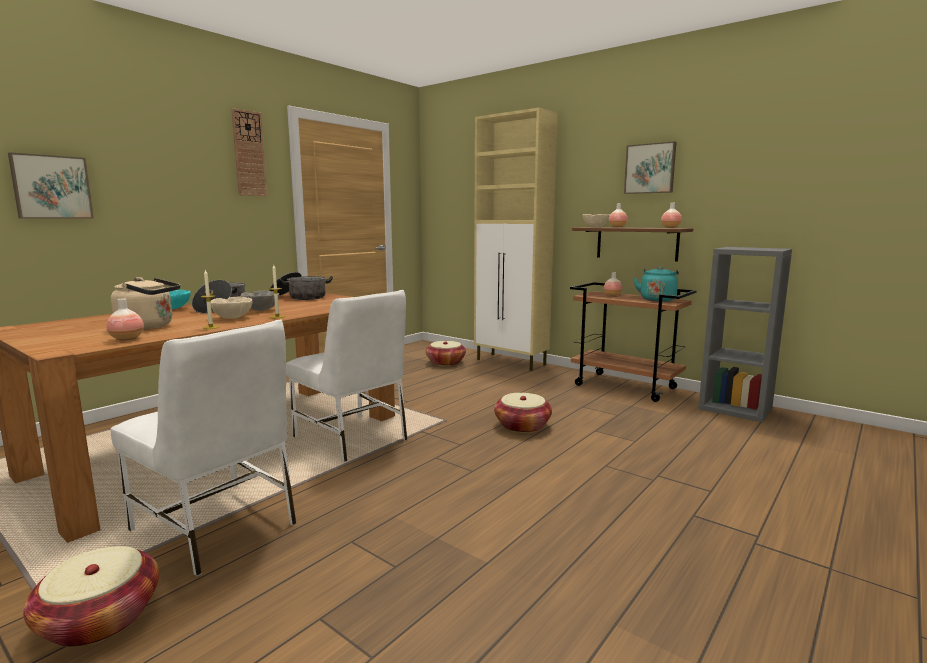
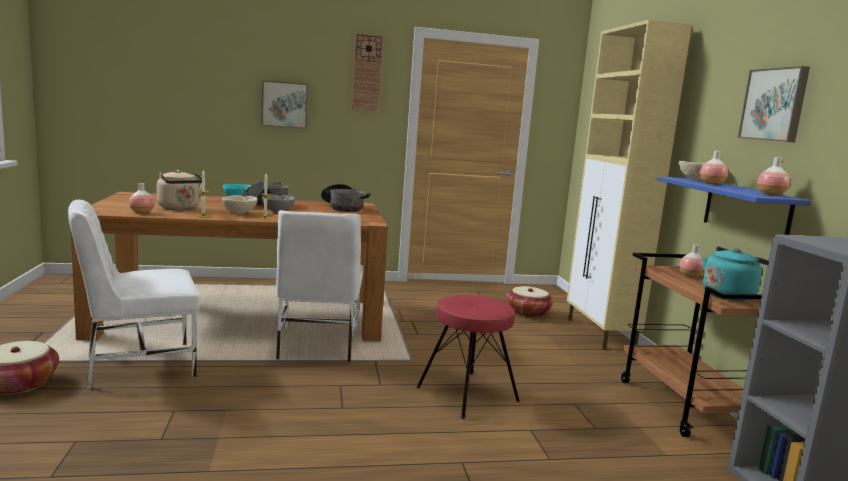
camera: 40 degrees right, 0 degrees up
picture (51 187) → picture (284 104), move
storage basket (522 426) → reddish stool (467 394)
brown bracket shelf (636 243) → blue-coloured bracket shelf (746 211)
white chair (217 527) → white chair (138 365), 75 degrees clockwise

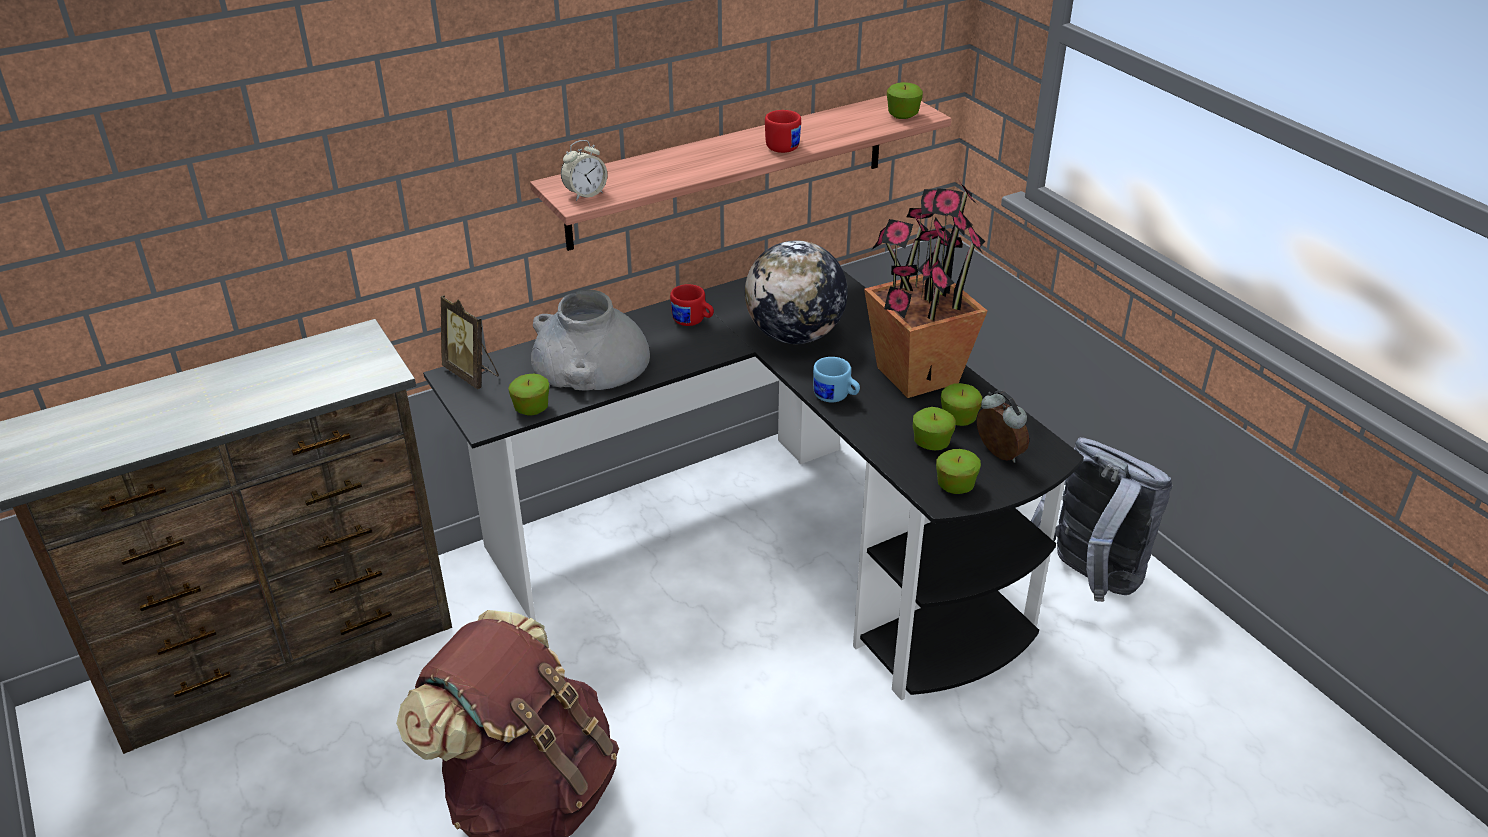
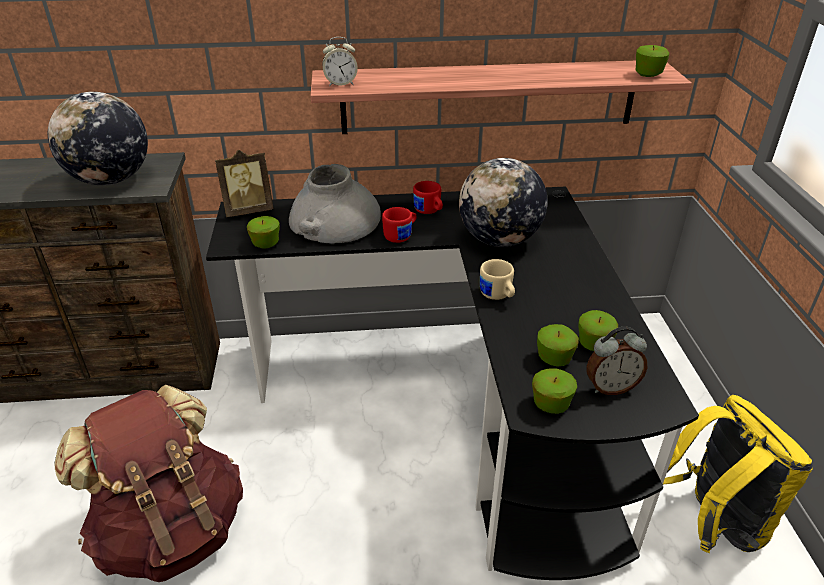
camera: 25 degrees right, 0 degrees up
plant in a pot (916 374) → -
- → globe (111 180)
reddish coffee mug (785 146) → reddish coffee mug (401 236), move
blue-coloured coffee mug (835 397) → sand-coloured coffee mug (497 296)
grey rucksack (1086 580) → yellowish rucksack (712 523)
photo frame (472 374) → photo frame (248 210), 90 degrees counterclockwise
alarm clock (997 455) → alarm clock (610 387), 90 degrees clockwise

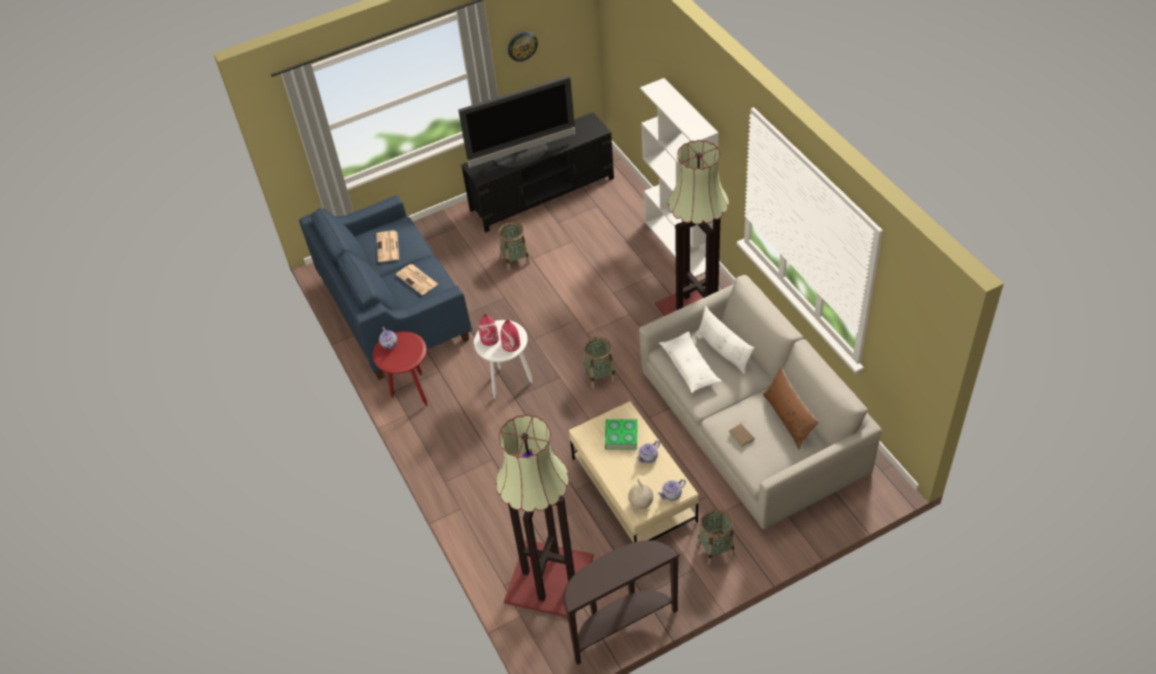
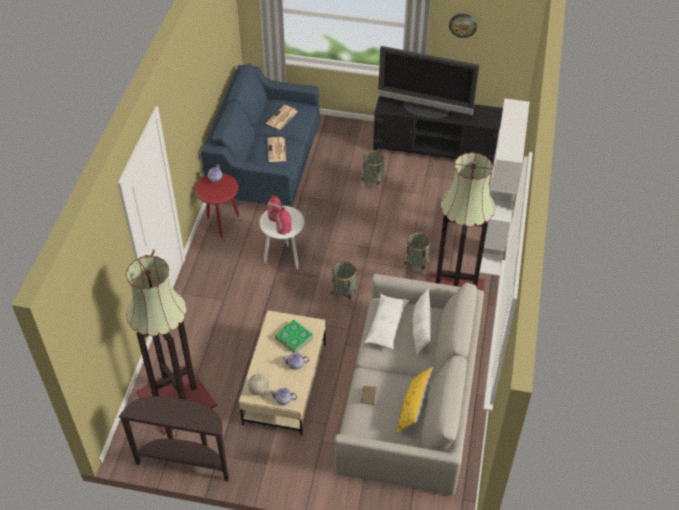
camera: 35 degrees right, 0 degrees up
storage basket (715 549) → storage basket (416 265), move
brown throw pillow (788 418) → yellowish throw pillow (413 408)

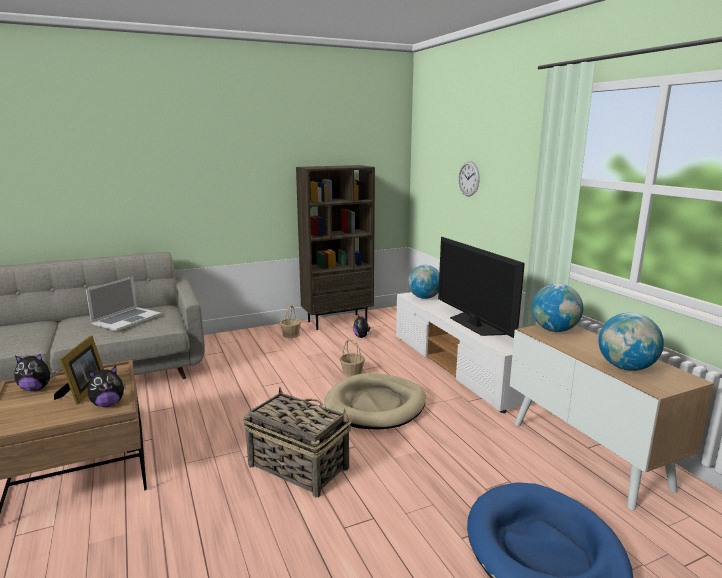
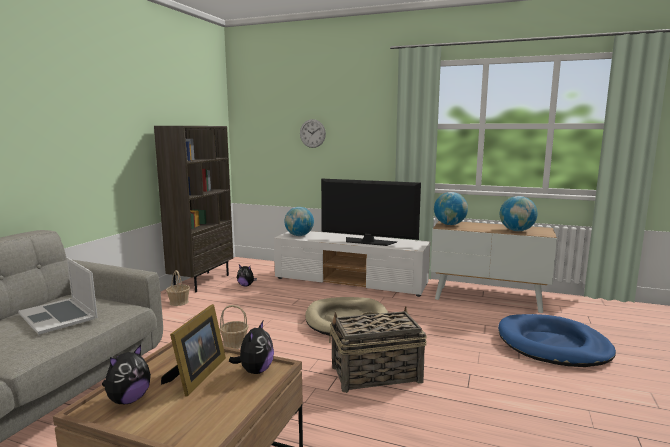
camera: 45 degrees left, 5 degrees down
storage basket (352 373) → storage basket (234 344), move
photo frame (83 391) → photo frame (196 376), 60 degrees clockwise
laptop (126 319) → laptop (58 315), 150 degrees clockwise

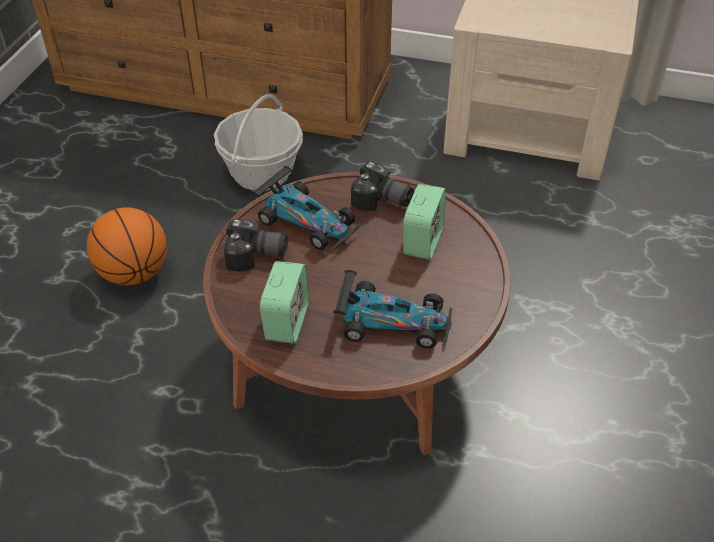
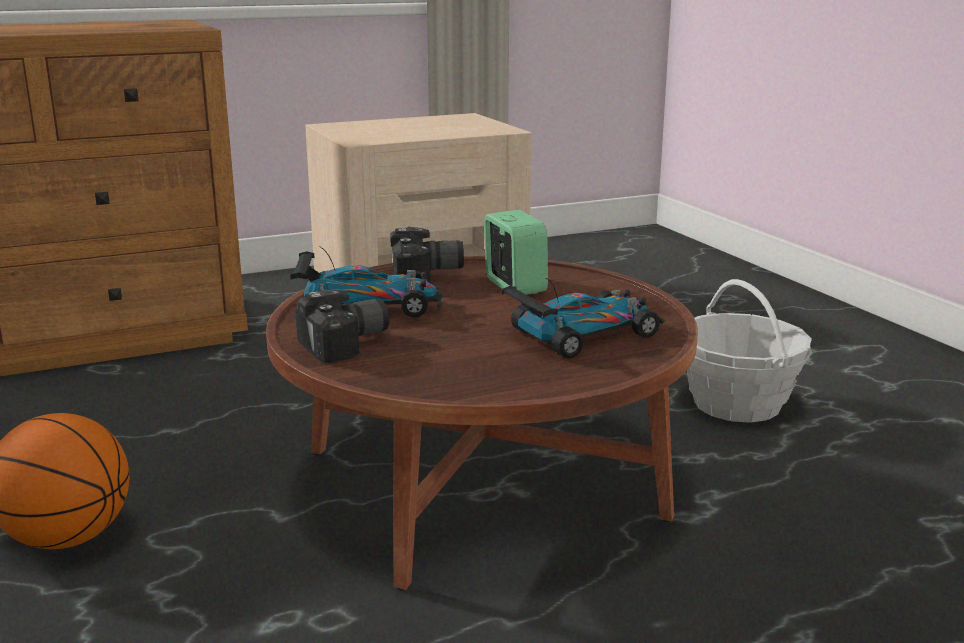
camera: 40 degrees left, 25 degrees down
alarm clock (287 322) → -
storage basket (261 173) → storage basket (737 404), move

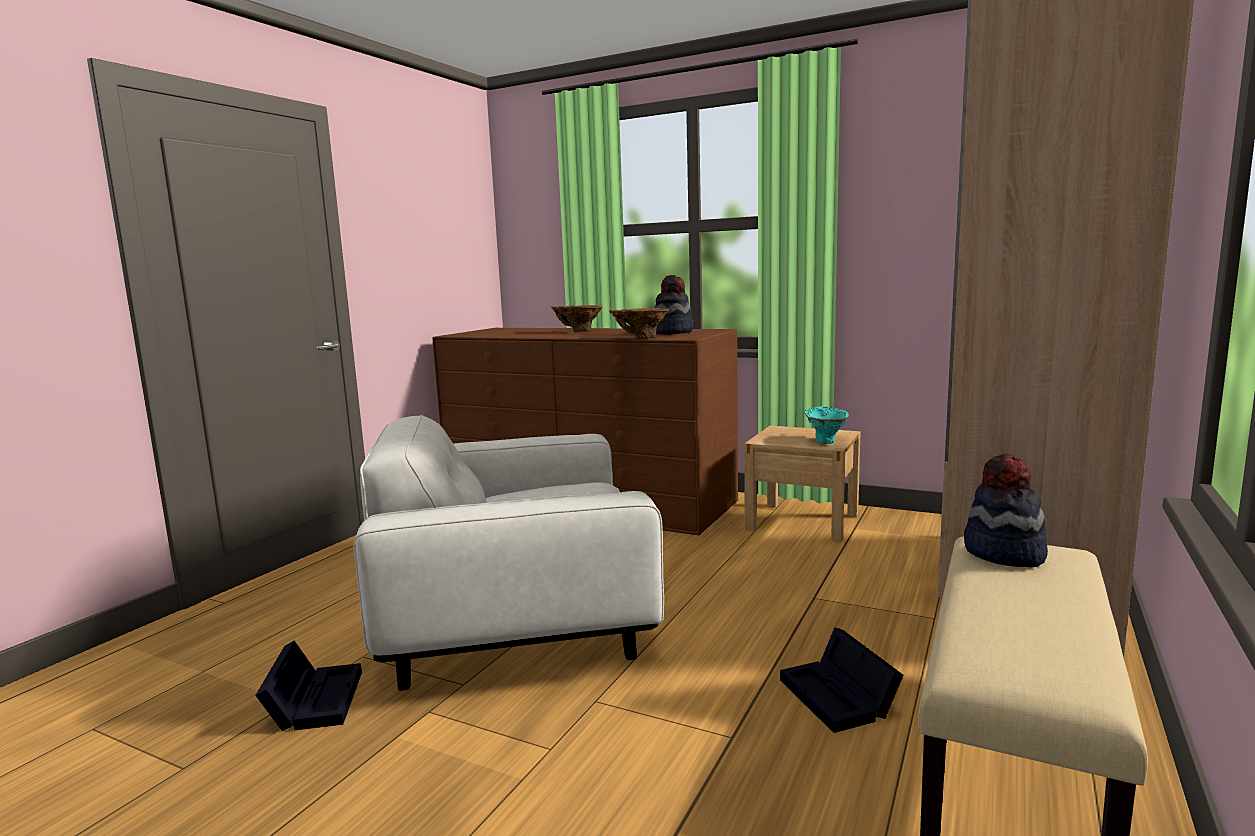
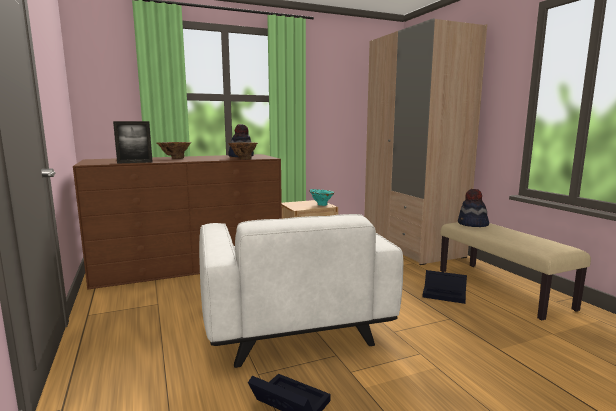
camera: 50 degrees left, 0 degrees up
- → photo frame (135 162)
white armchair (516 620) → white armchair (291 322), 45 degrees counterclockwise

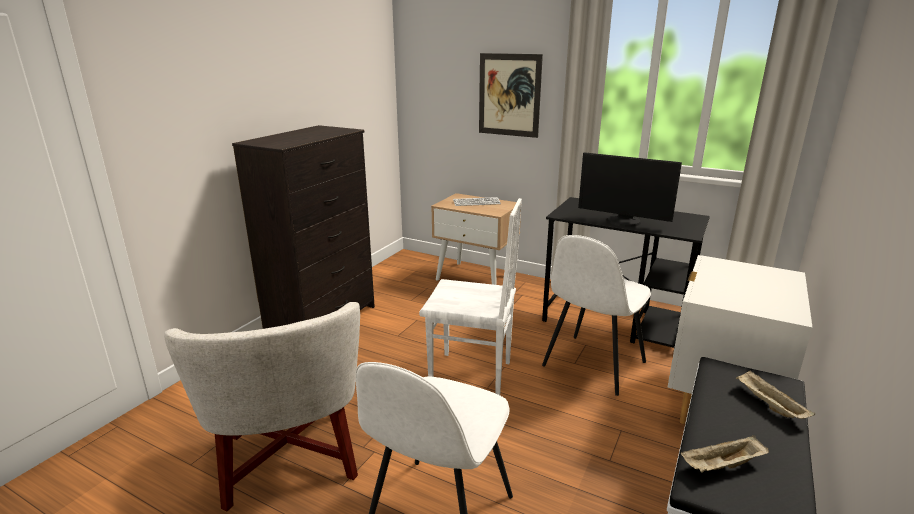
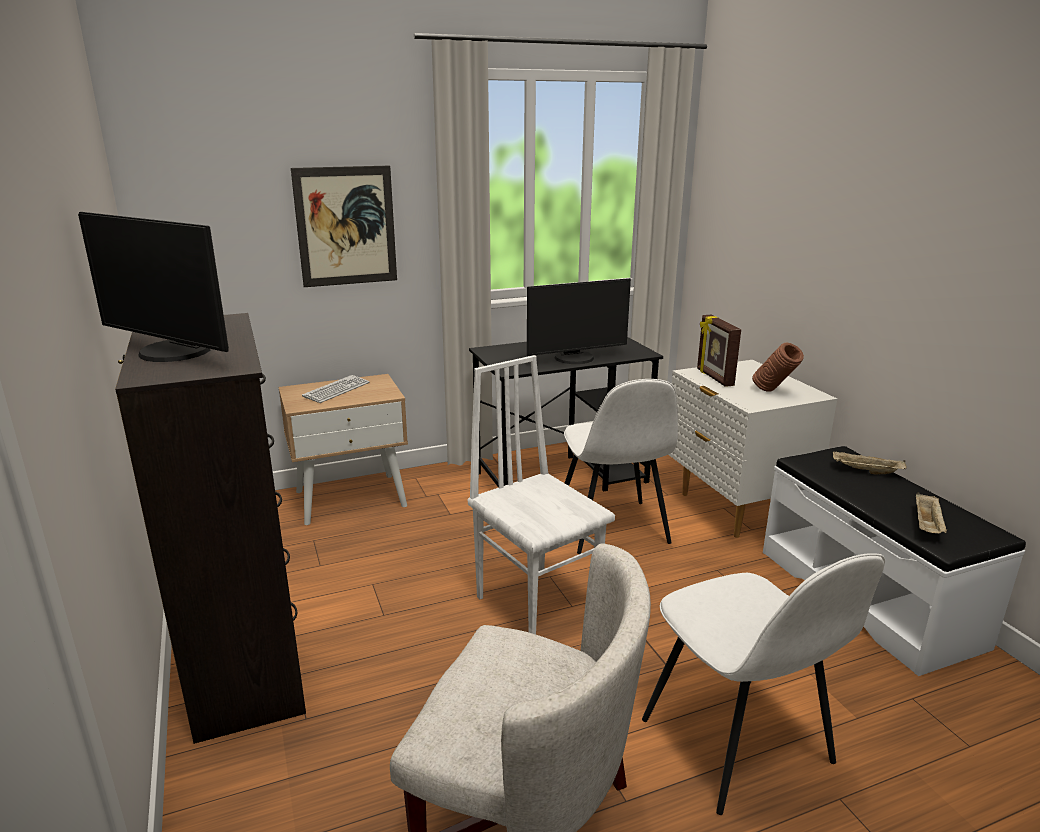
camera: 50 degrees left, 0 degrees up
- → monitor (172 353)
- → photo frame (714 377)
- → brown flower vase (774 392)
white chair (471 375) → white chair (538 604), 90 degrees counterclockwise

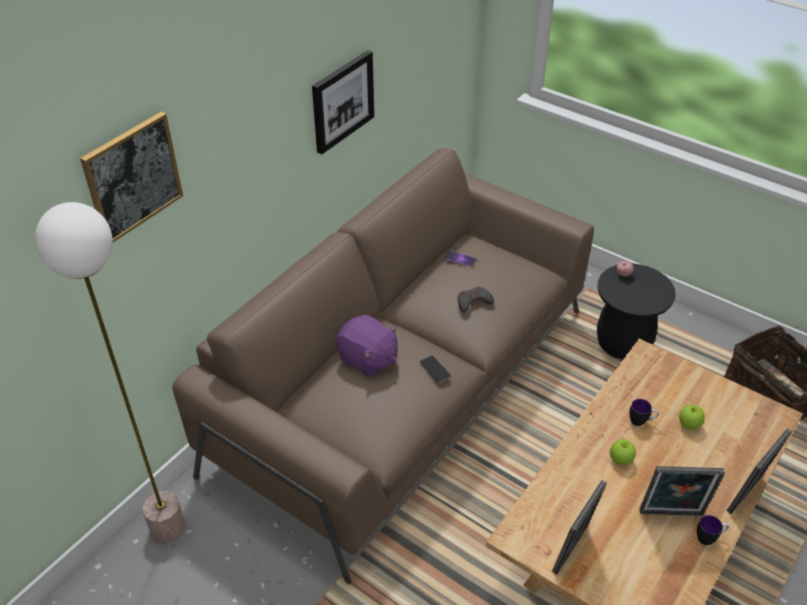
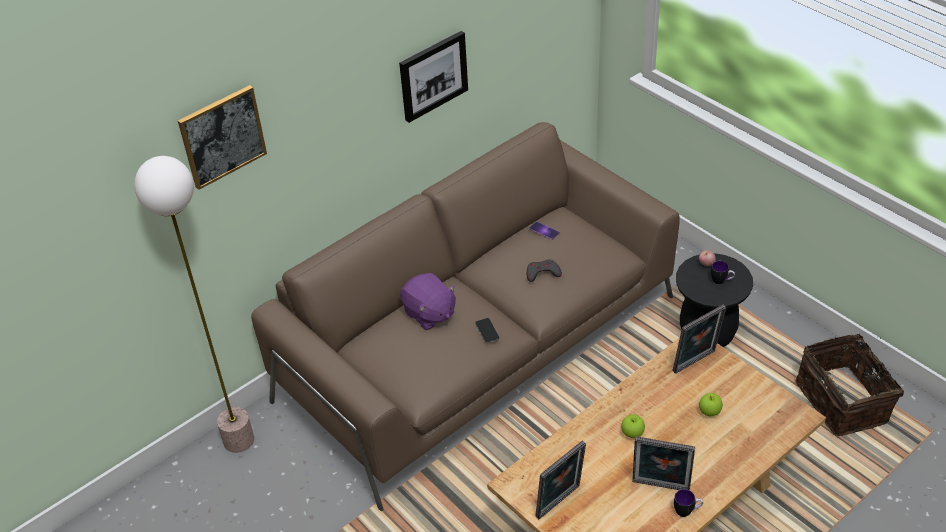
camera: 15 degrees right, 0 degrees up
coffee mug (641 422) → coffee mug (721 281), move
photo frame (747 496) → photo frame (696 363), move

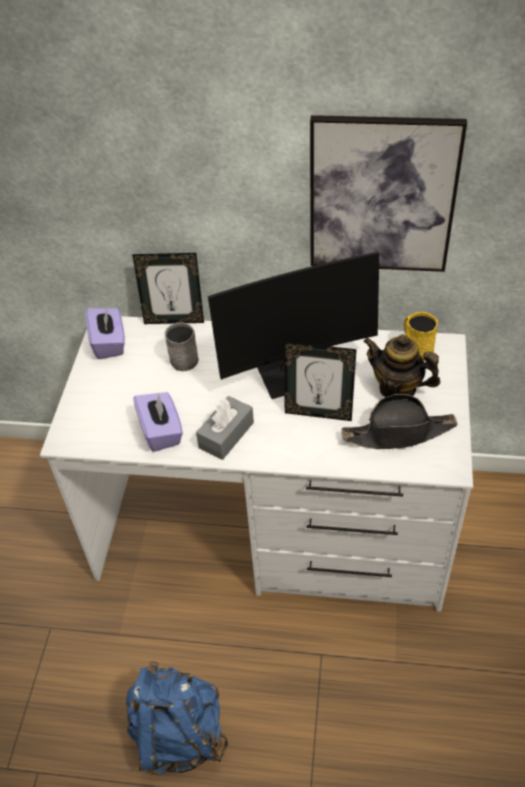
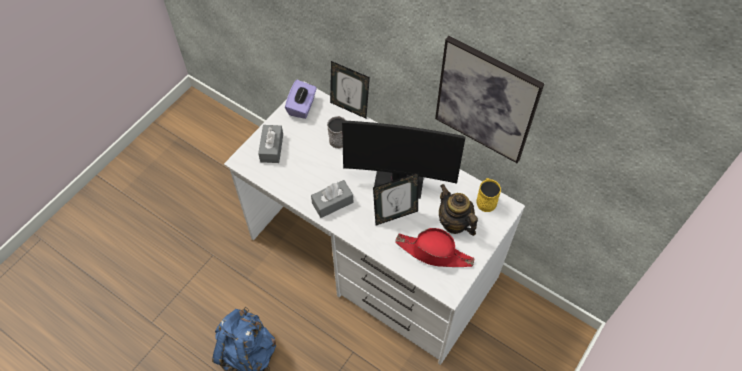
camera: 25 degrees right, 10 degrees up
purple box of tissues (161 431) → -
- → grey box of tissues (272 148)
black wearable hat (399 433) → reddish wearable hat (434 253)
photo frame (318 412) → photo frame (395 215), 60 degrees counterclockwise

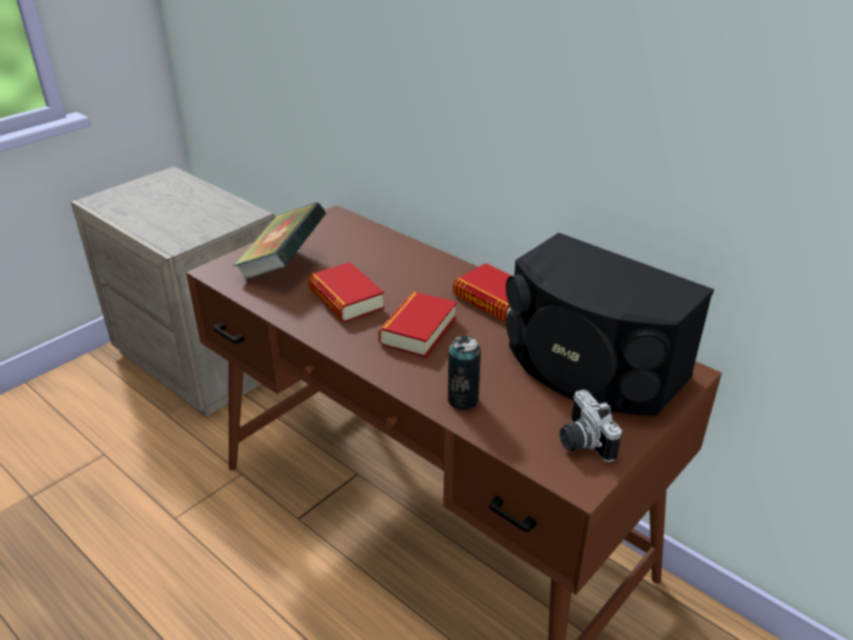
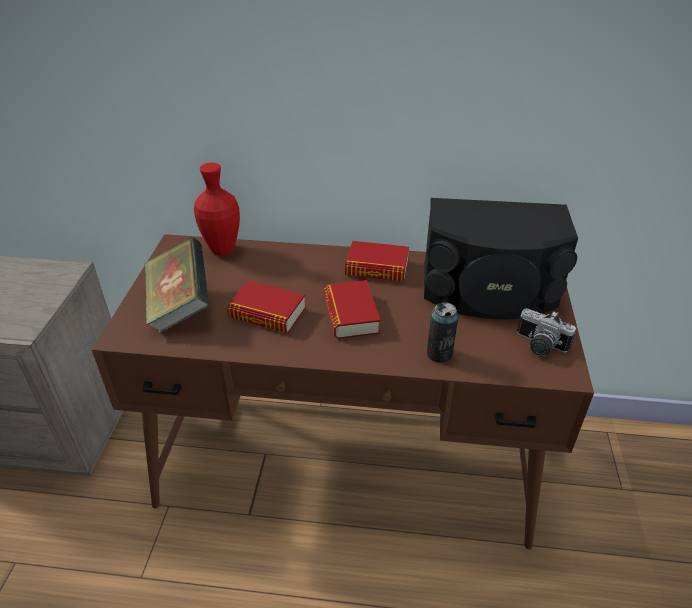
camera: 35 degrees left, 5 degrees up
- → reddish flower vase (222 250)

